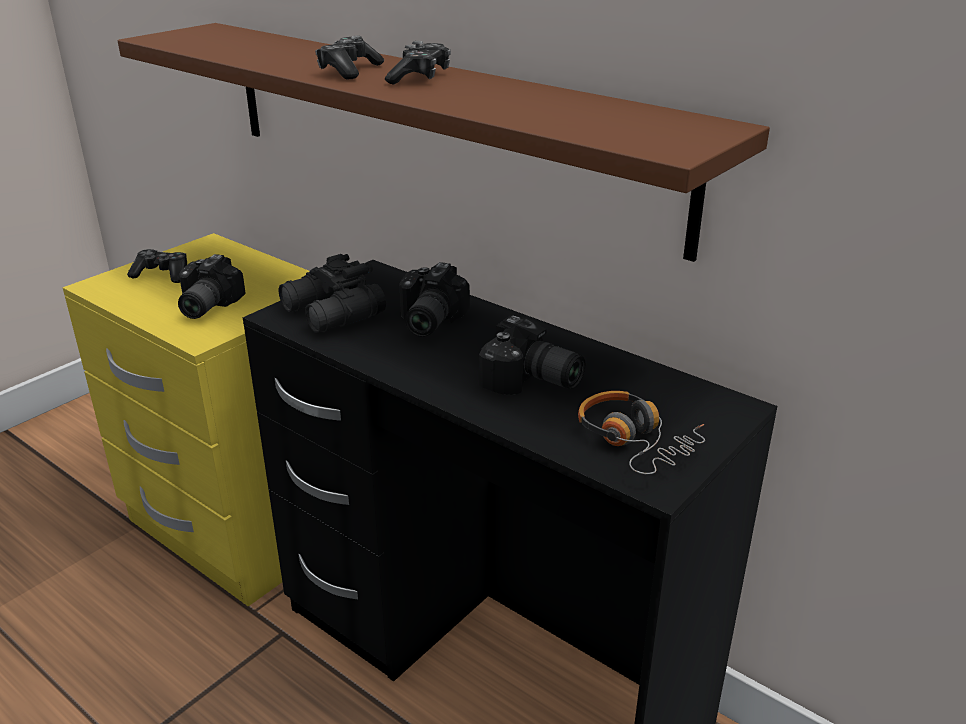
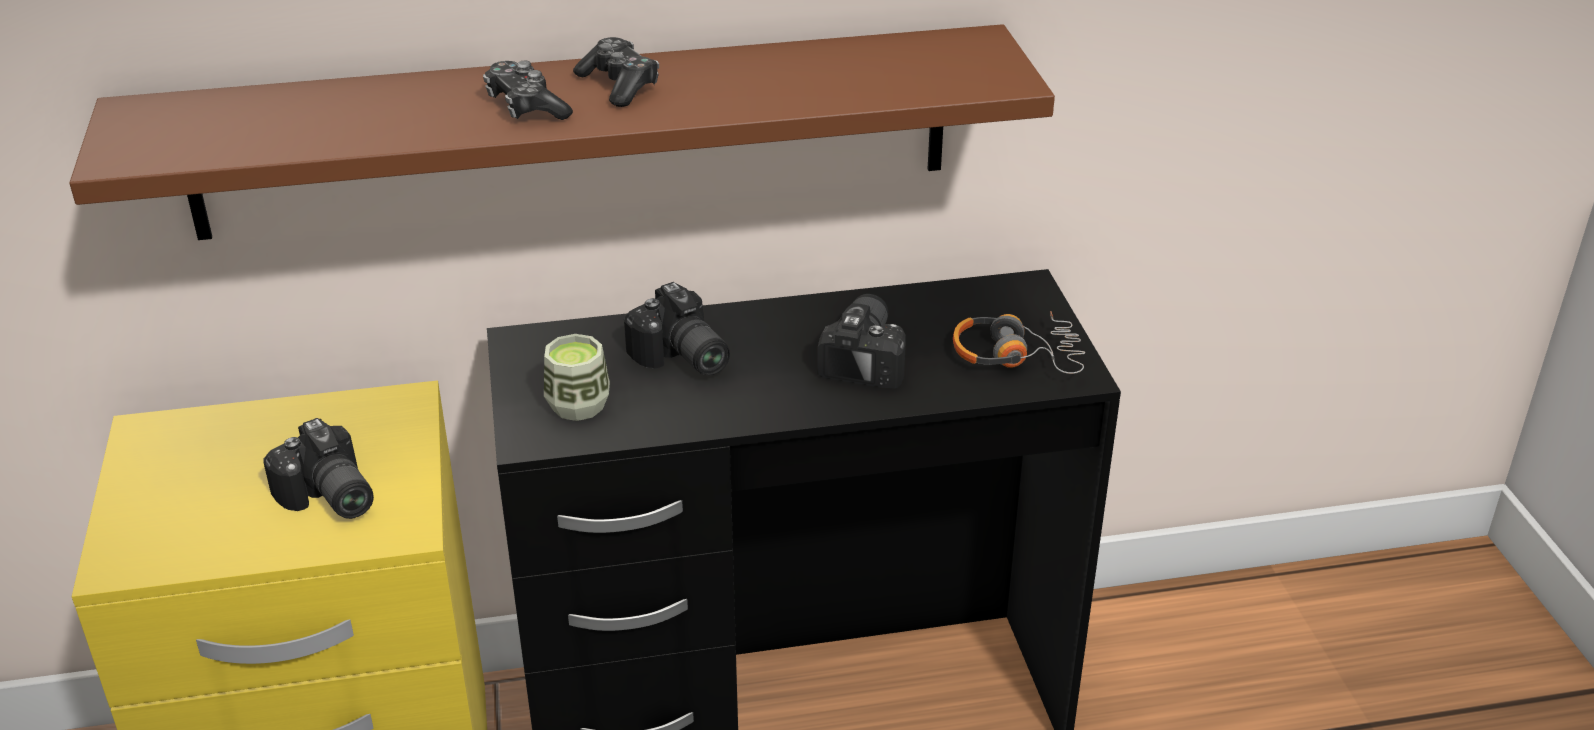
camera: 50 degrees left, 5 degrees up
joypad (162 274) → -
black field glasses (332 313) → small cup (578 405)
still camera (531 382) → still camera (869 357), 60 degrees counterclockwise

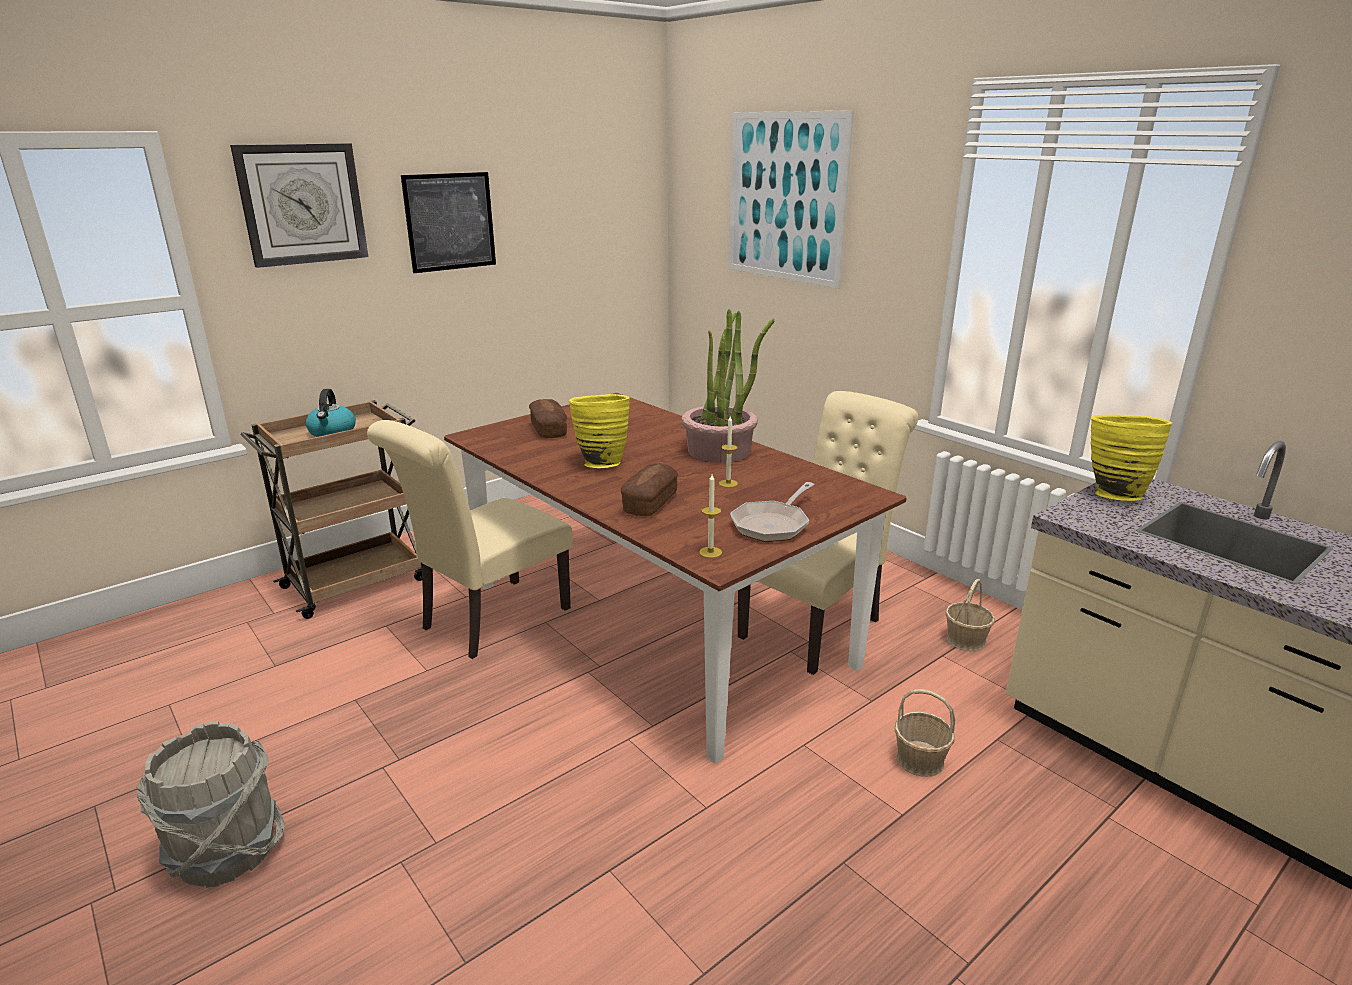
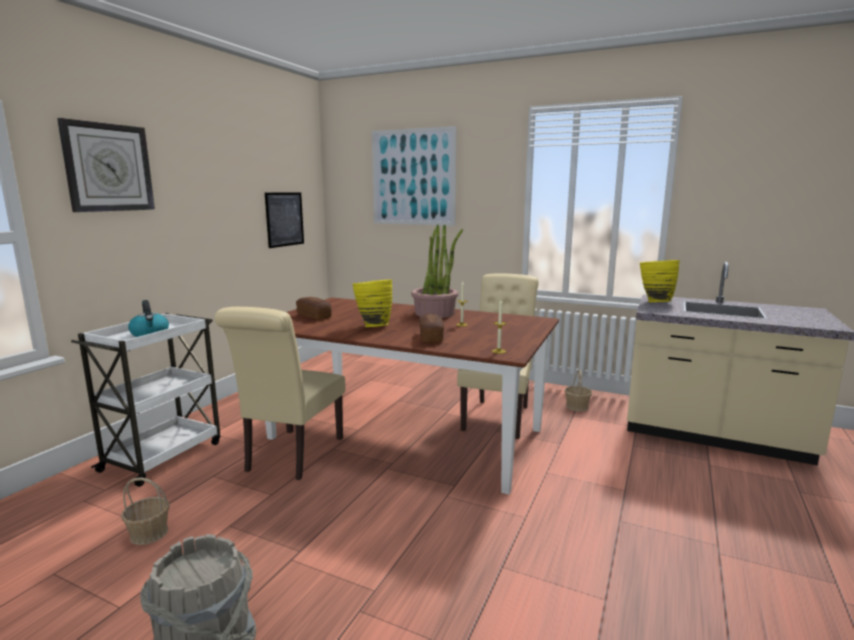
camera: 25 degrees left, 10 degrees down
frying pan (773 524) → -
picture (450 222) → picture (284 219), move
storage basket (920 760) → storage basket (149 533), move
brown wheeled cart (358 582) → white wheeled cart (164 455)

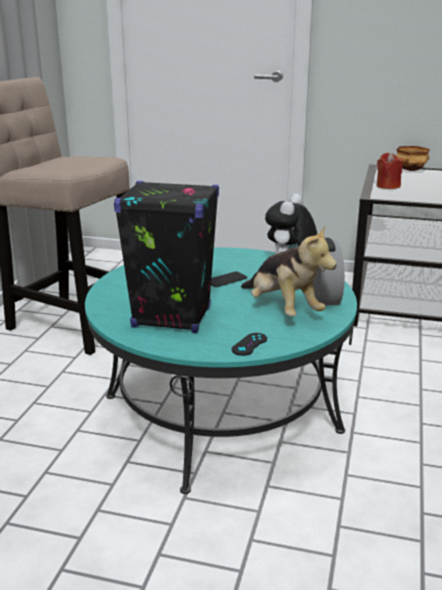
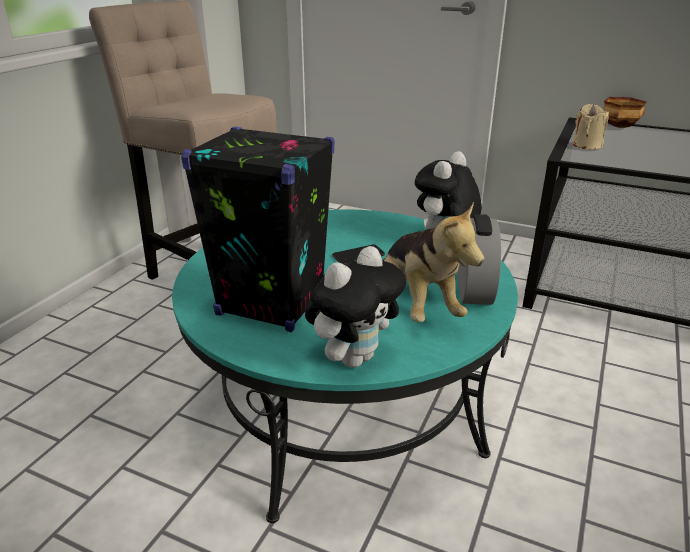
camera: 10 degrees right, 5 degrees up
black joypad (249 344) → plush toy (354 357)
reddish candle (388 186) → sand-coloured candle (586 145)

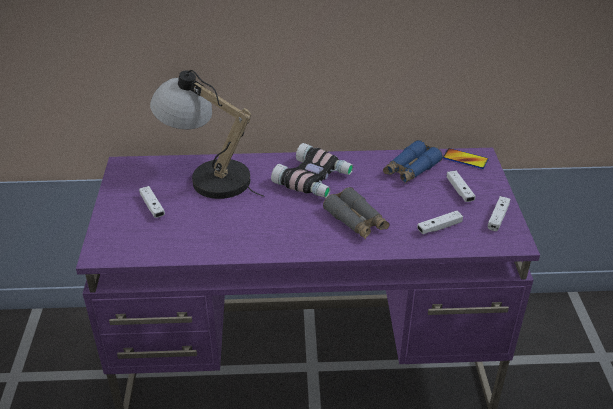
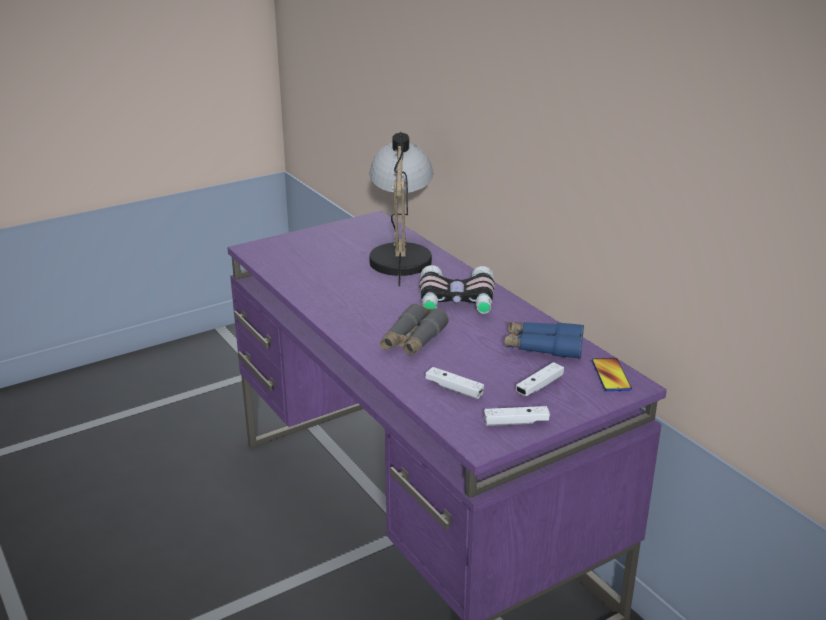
camera: 60 degrees right, 10 degrees down
white joypad (152 206) → -

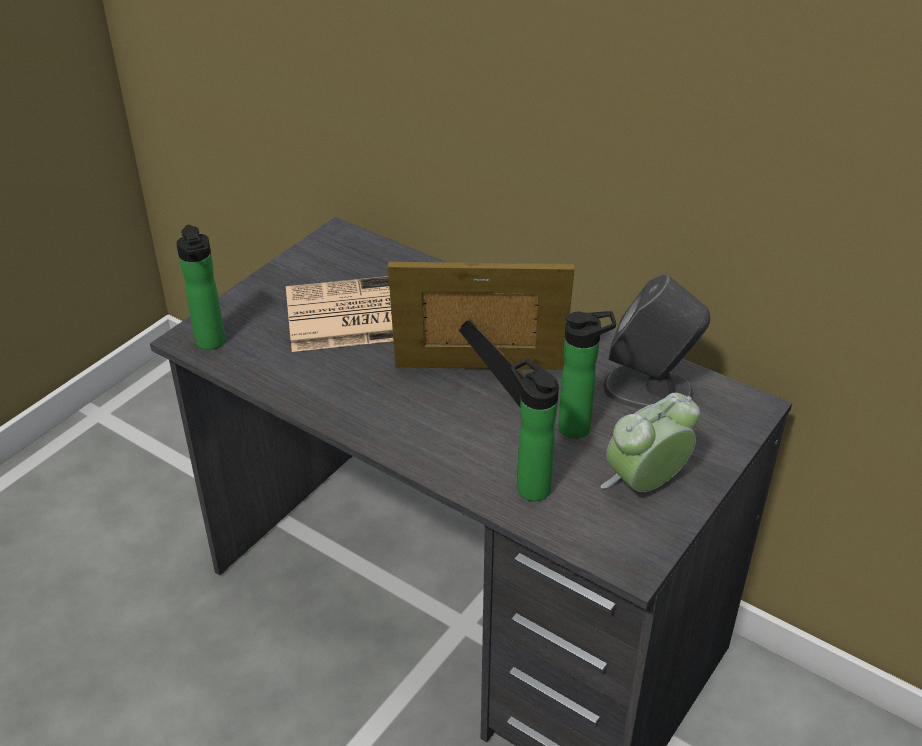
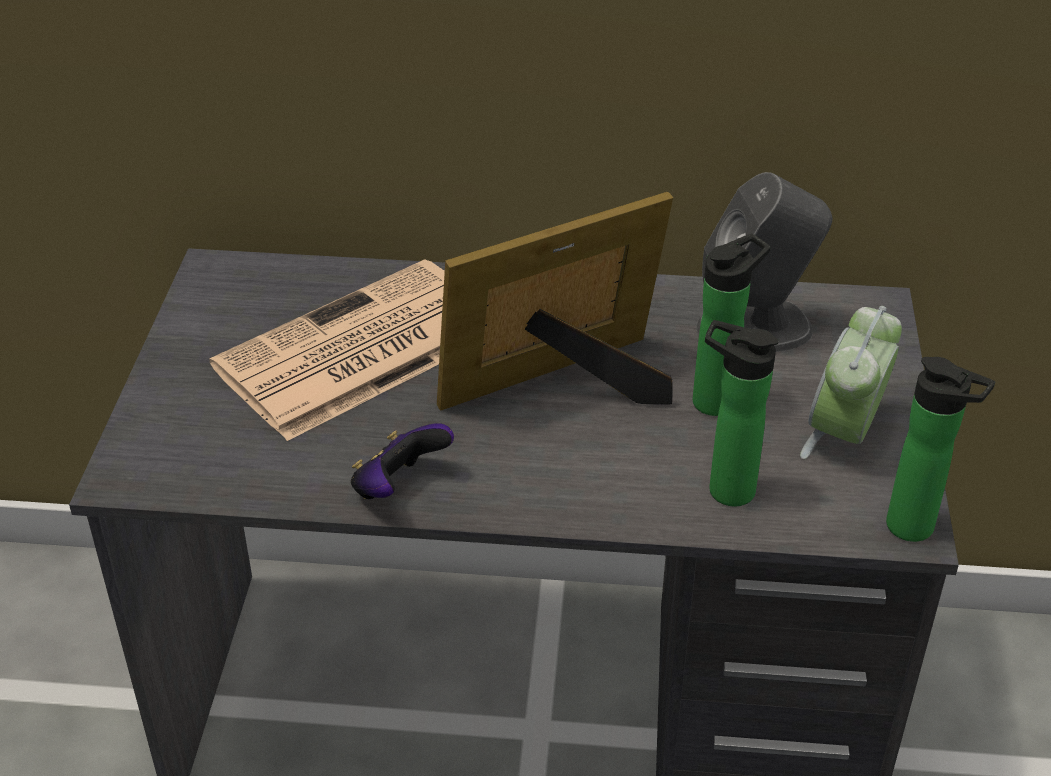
camera: 30 degrees left, 0 degrees up
- → joypad (398 487)
bottle (211 344) → bottle (917 529), move

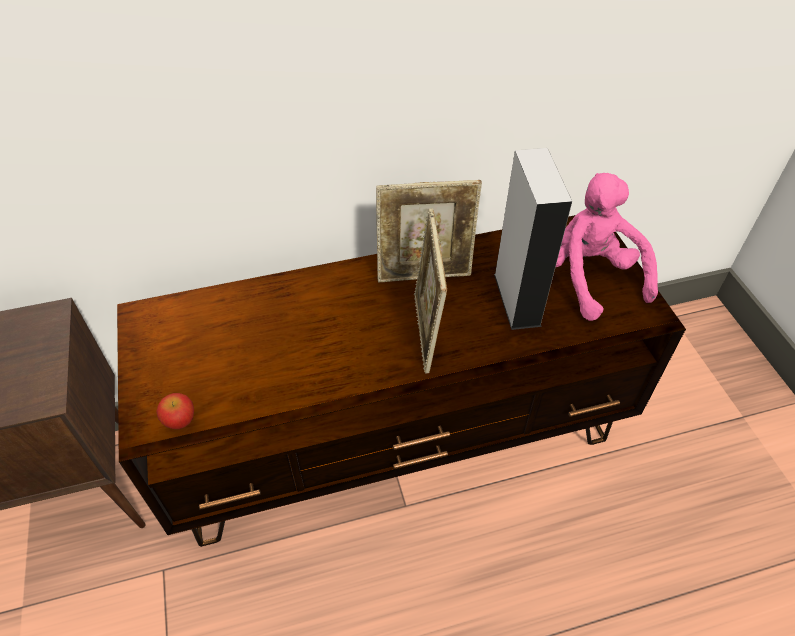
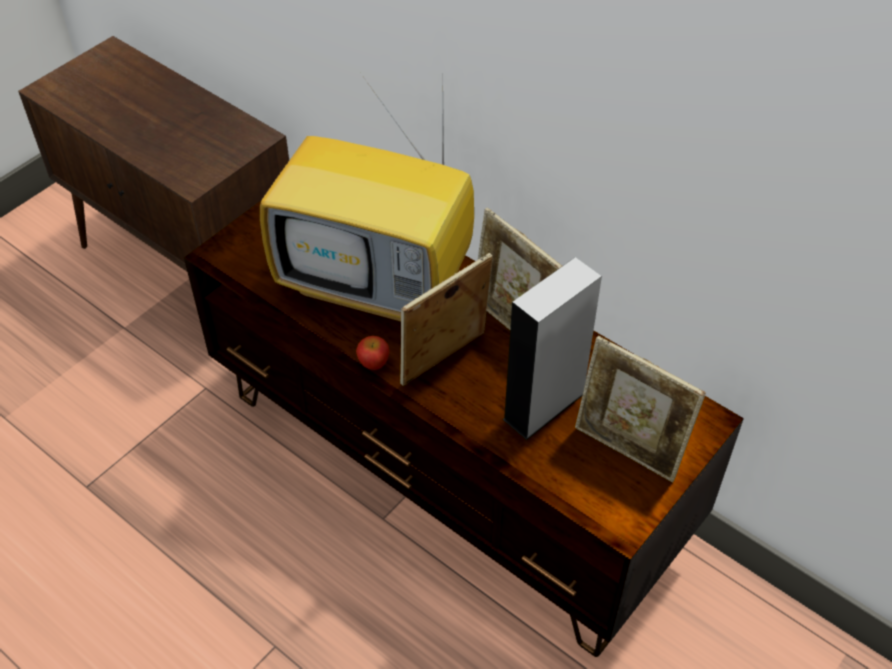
camera: 55 degrees right, 0 degrees up
- → TV (379 284)
whole apple (180 421) → whole apple (373 363), move
pink plush toy (590 278) → photo frame (627 450)

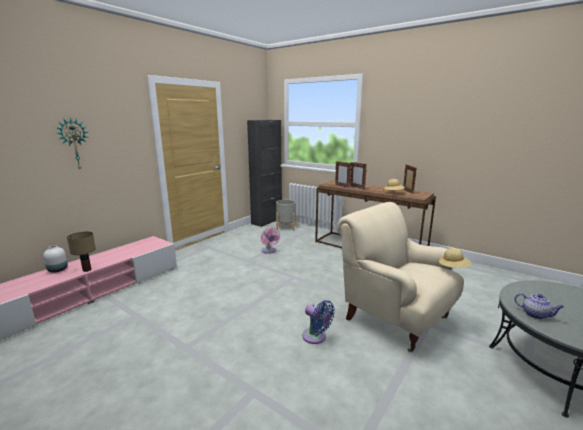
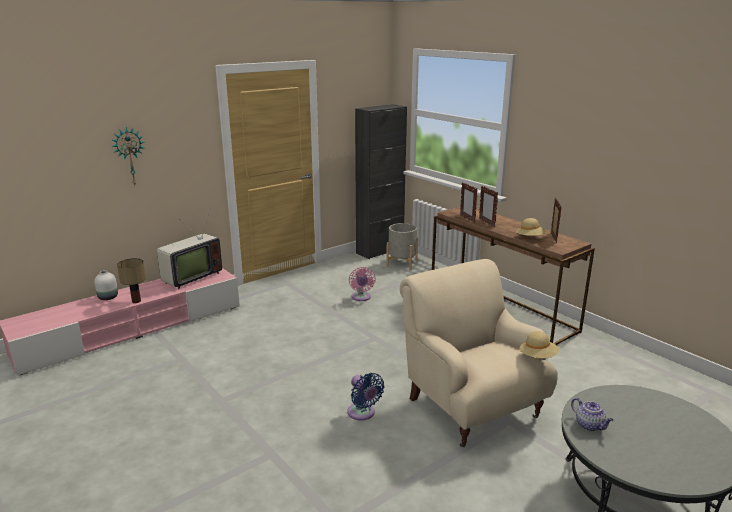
camera: 15 degrees right, 5 degrees up
- → TV (190 277)

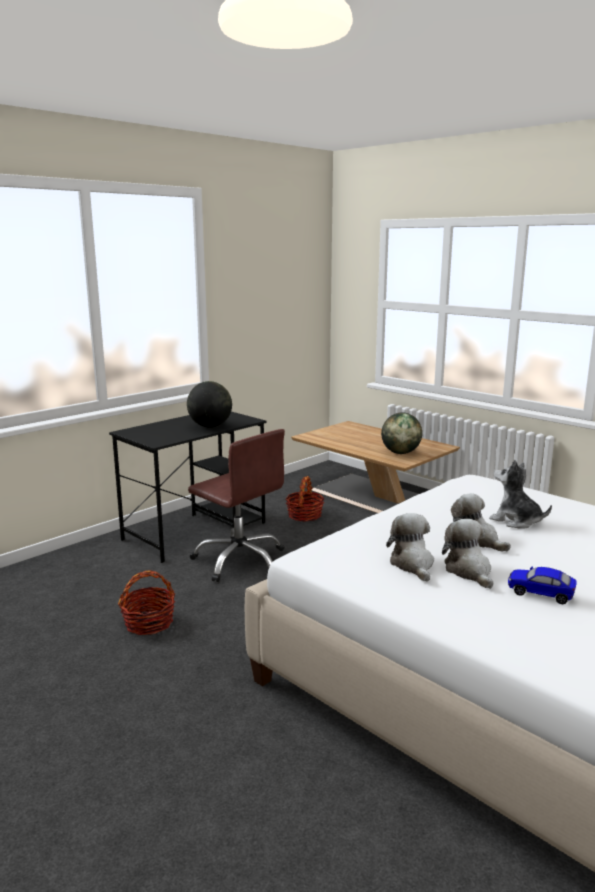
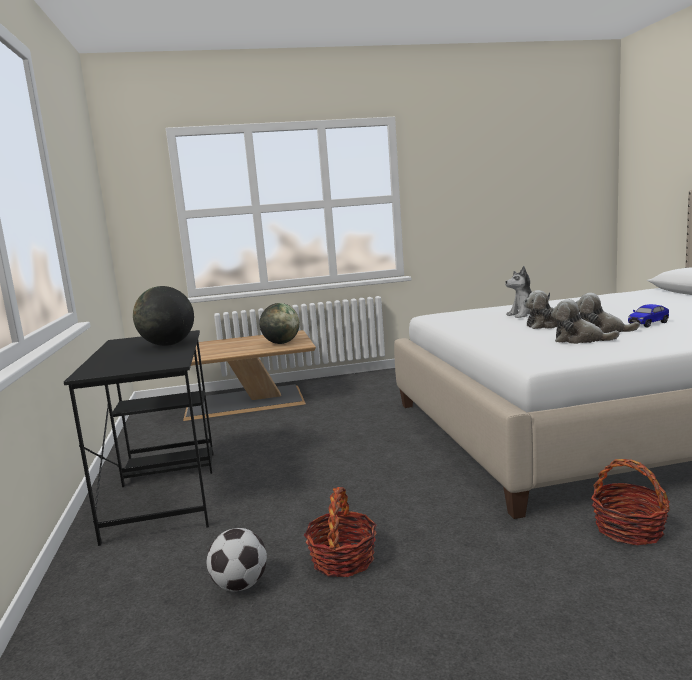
camera: 55 degrees left, 5 degrees down
brown desk chair (240 560) → -
- → football ball (240 585)
storage basket (304 515) → storage basket (629 529), move

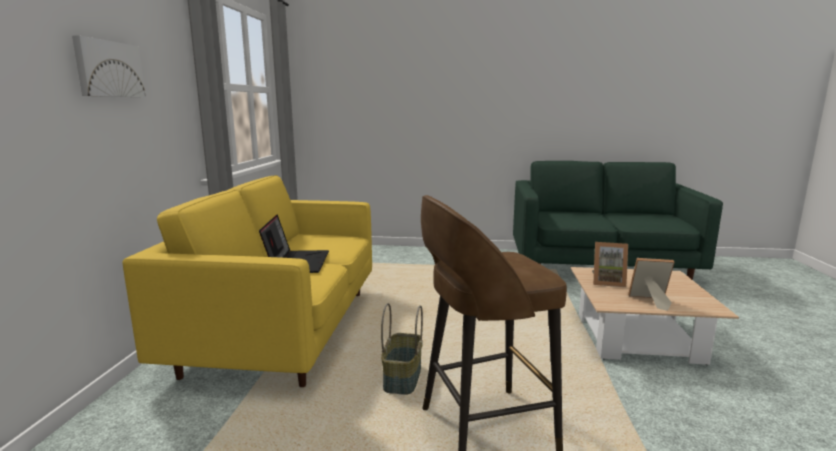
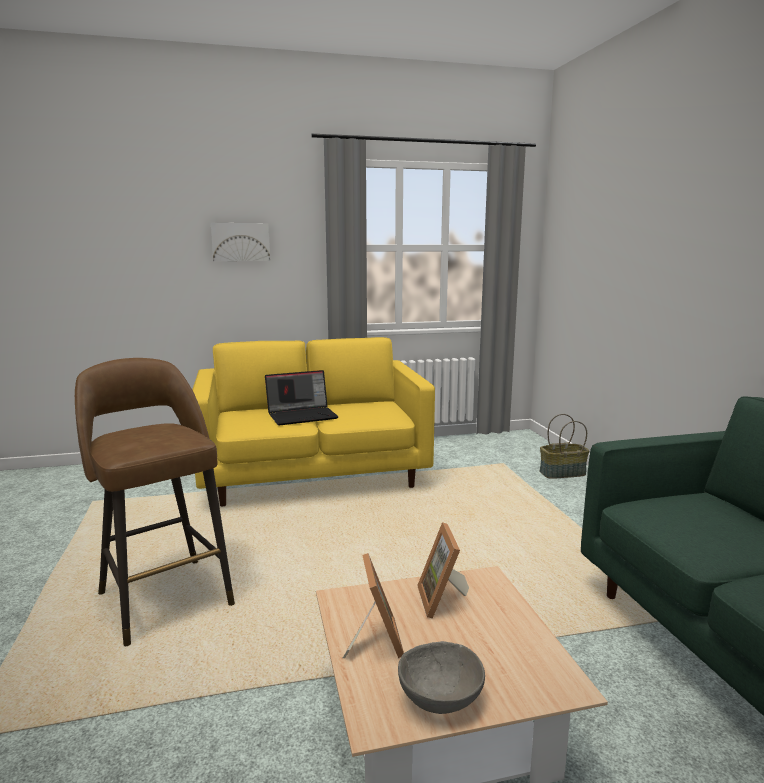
camera: 70 degrees right, 0 degrees up
- → grey serving bowl (439 699)
storage basket (403 378) → storage basket (562 473), move

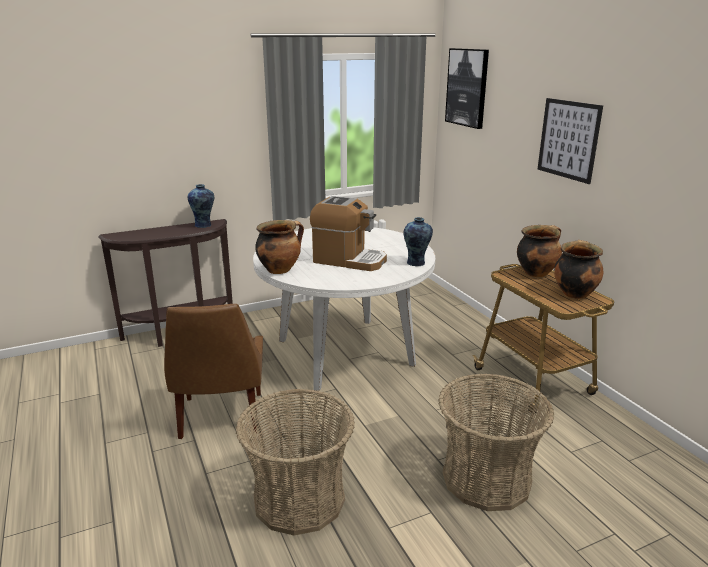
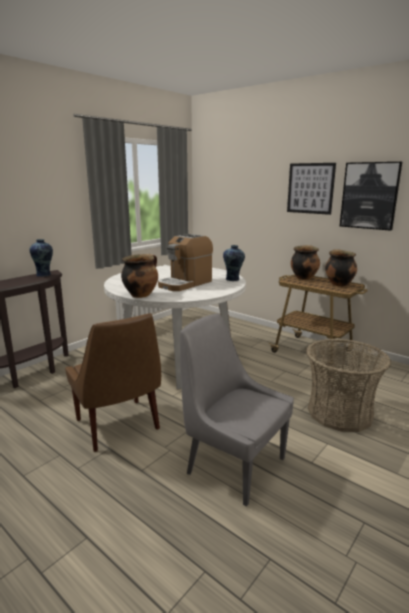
camera: 25 degrees left, 5 degrees down
picture (467 87) → picture (369 195), move
storage basket (299 498) → grey chair (233 464)
coffee machine (349 260) → coffee machine (185 283), 135 degrees clockwise

